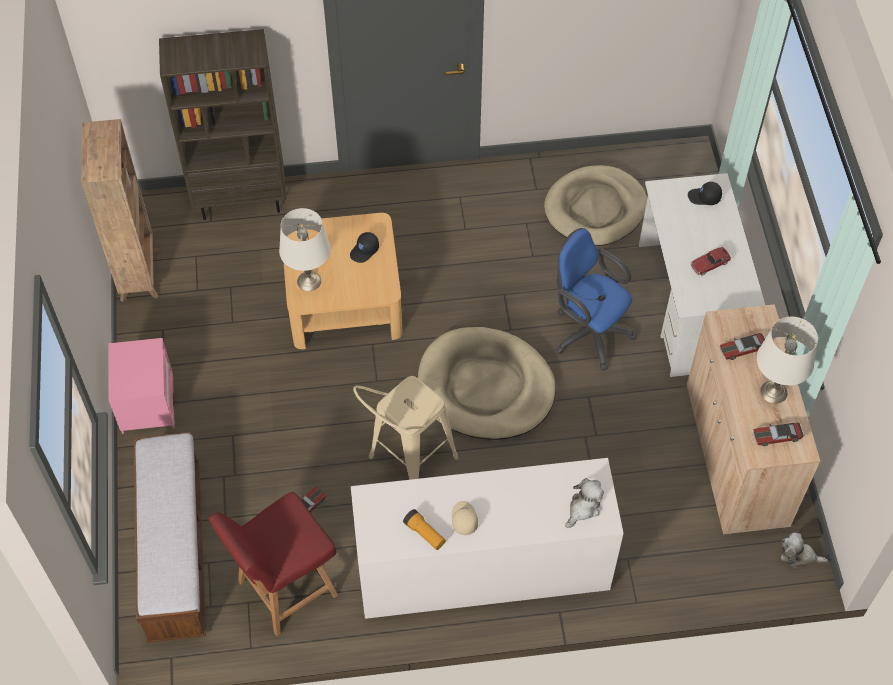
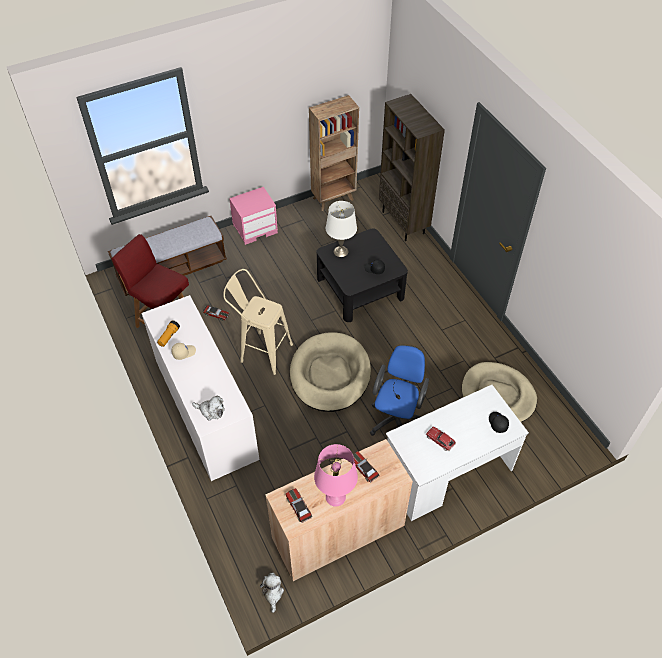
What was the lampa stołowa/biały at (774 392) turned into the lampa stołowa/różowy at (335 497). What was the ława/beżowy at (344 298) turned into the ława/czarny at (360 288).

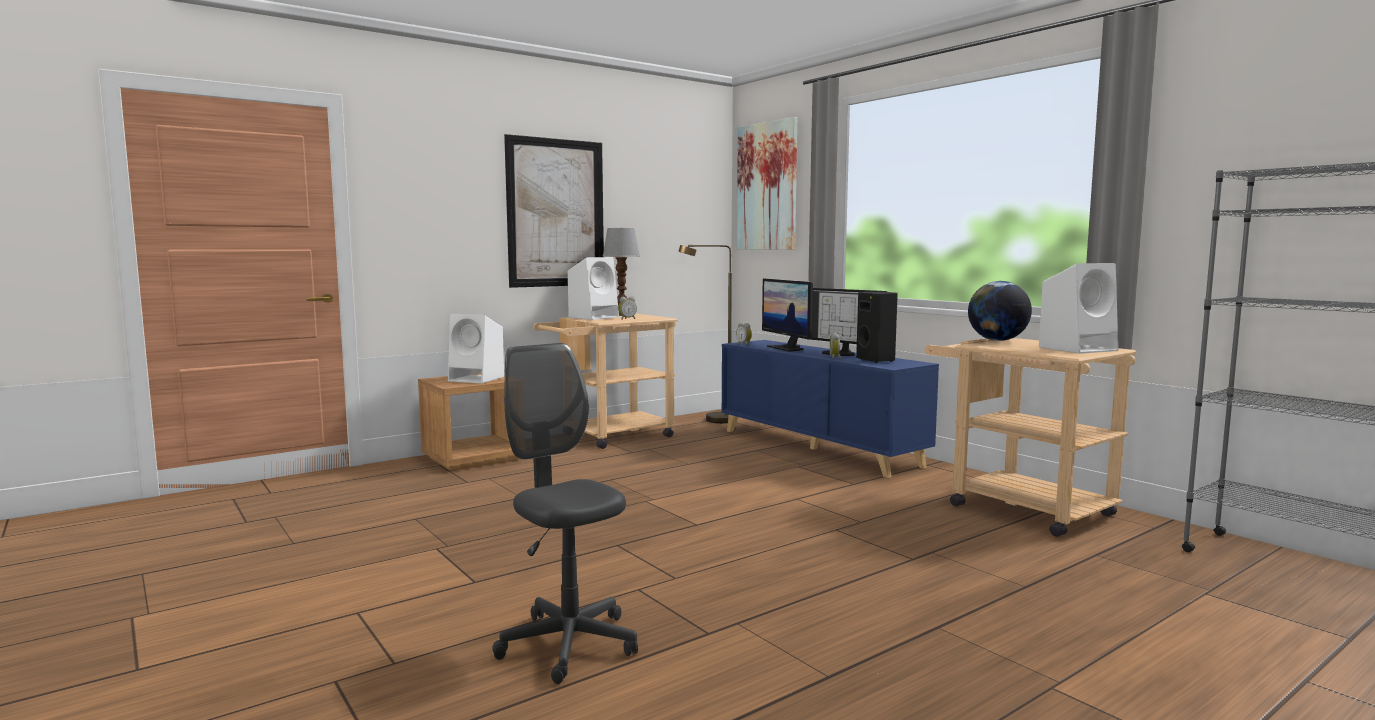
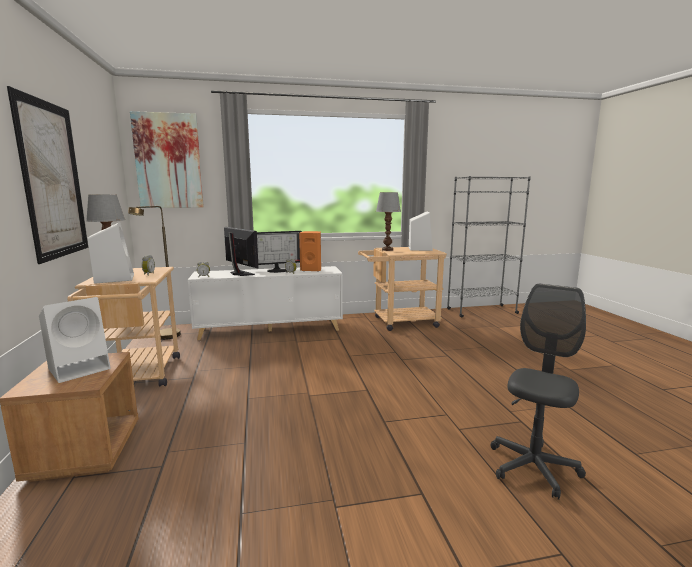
What was the szafka/niebieski at (818 447) turned into the szafka/biały at (270 329). The monitor at (787 348) ended up facing another way, 135 degrees counterclockwise from before. What was the głośnik/czarny at (877 360) turned into the głośnik/pomarańczowy at (311 270). Where the globus stood at (997 340), the lampa stołowa came to stand at (387 250). The krzesło biurowe/szary at (568 644) ended up facing another way, 135 degrees clockwise from before.

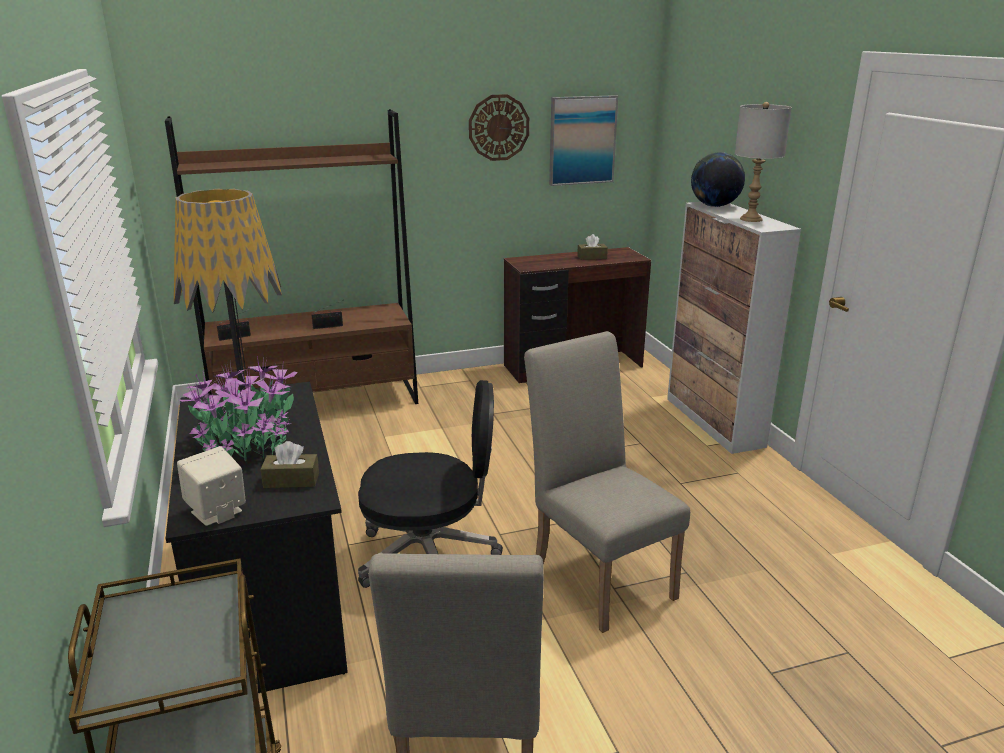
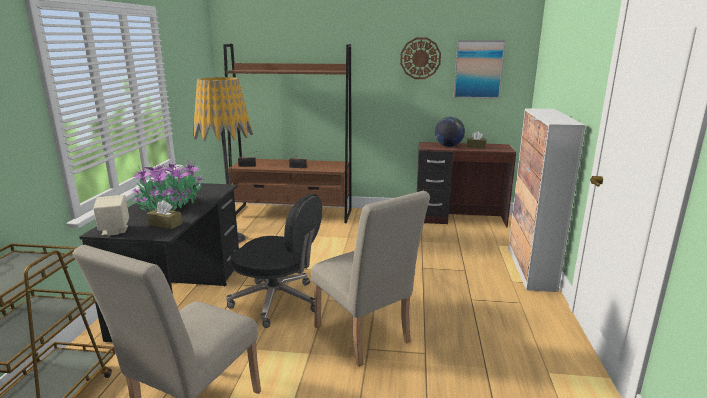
The krzesło/beżowy at (598 574) ended up facing another way, 150 degrees clockwise from before. The globus ended up elsewhere, having gone from (714 206) to (448 146). The second view lost the lampa stołowa/szary at (750 219).

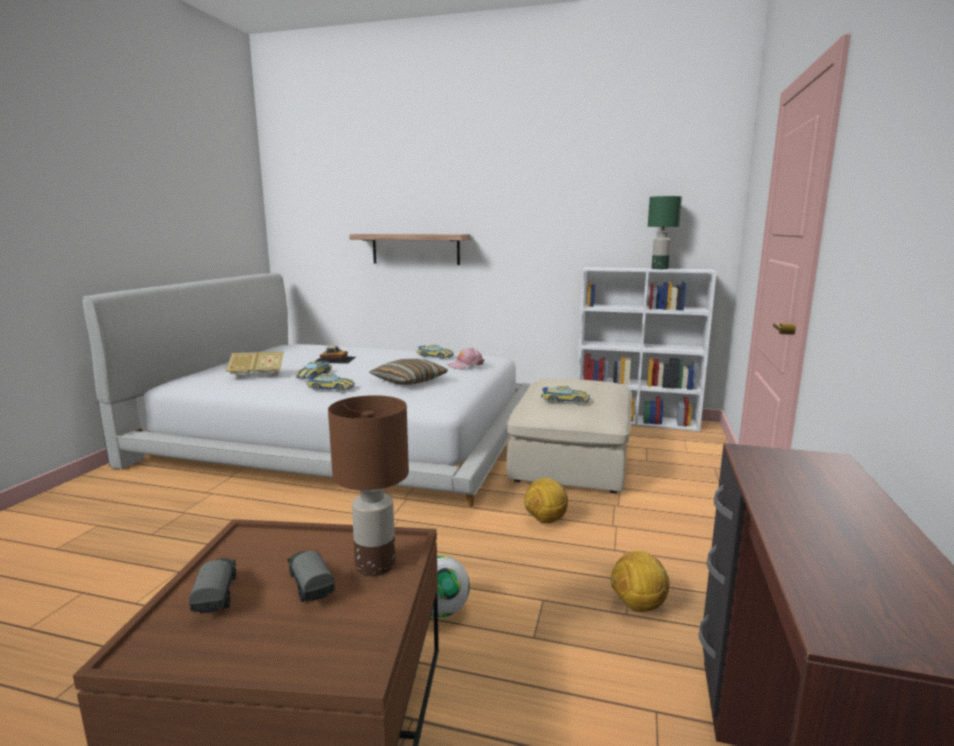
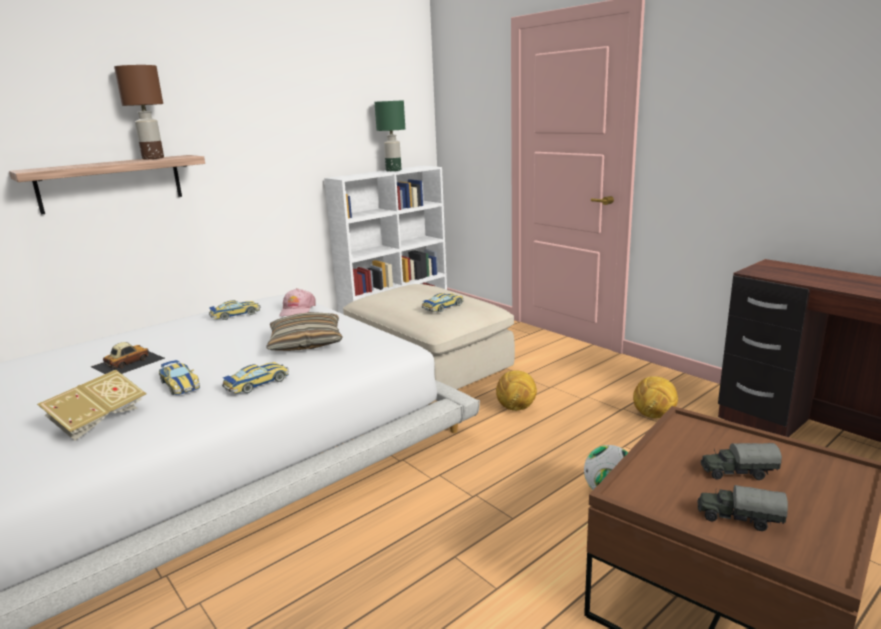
The lampa stołowa/brązowy ended up elsewhere, having gone from (375 564) to (152 158).

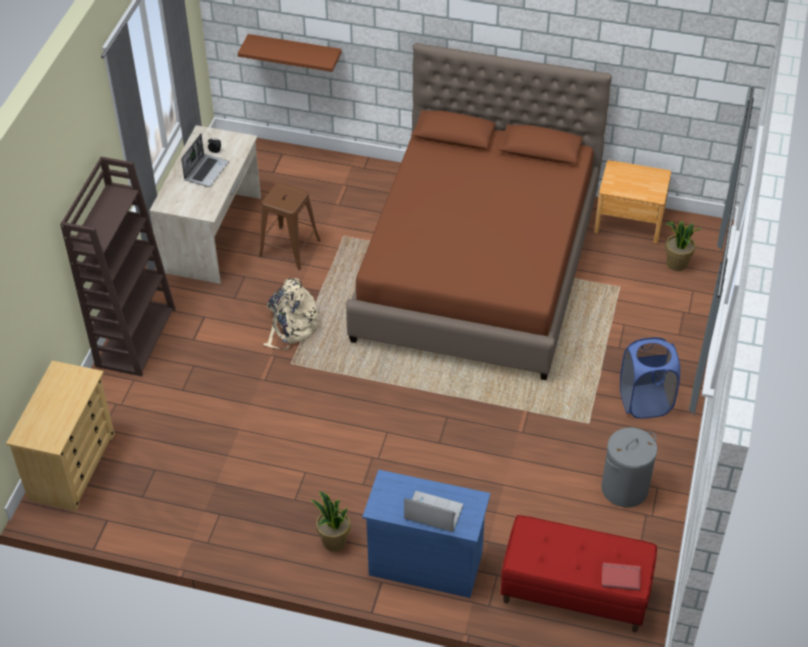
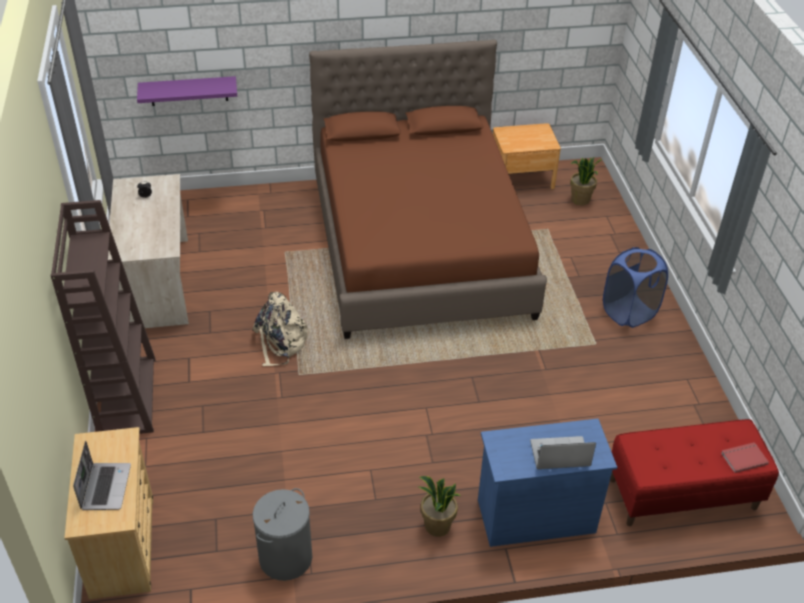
The laptop ended up elsewhere, having gone from (206 171) to (105 486). What was the półka/brązowy at (295 52) turned into the półka/fioletowy at (188 91). The kosz na pranie/szary ended up elsewhere, having gone from (625 488) to (286 557). The second view lost the stołek/brązowy at (289 248).

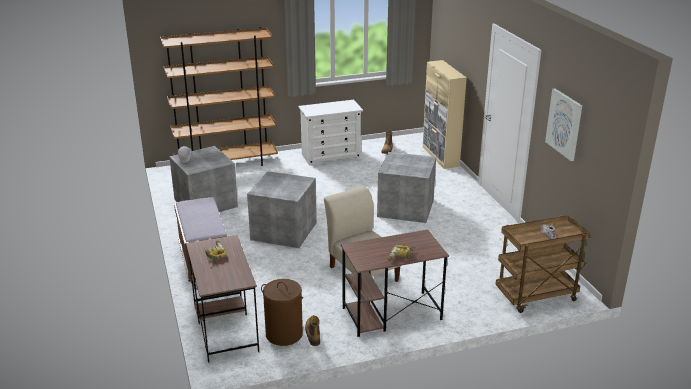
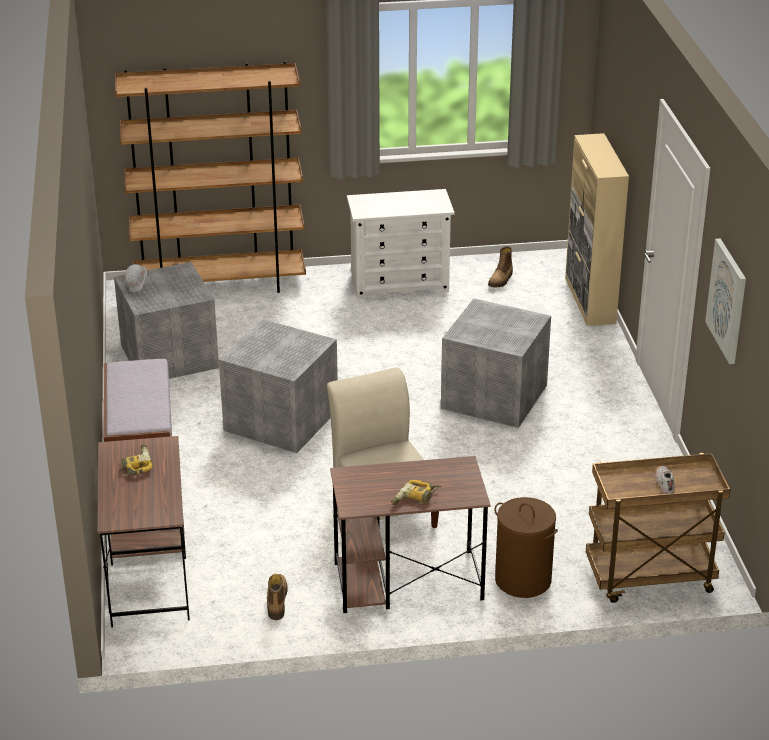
The kosz na pranie/brązowy ended up elsewhere, having gone from (283 334) to (522 580).

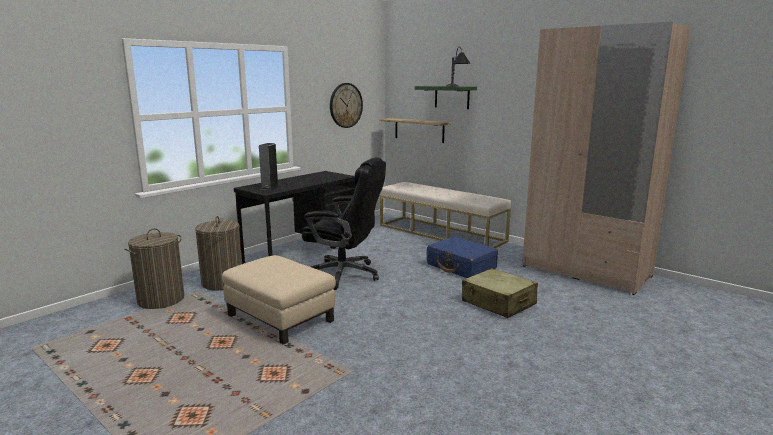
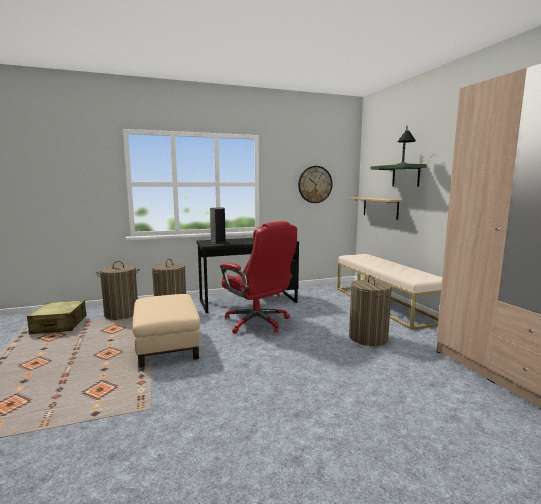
The walizka/beżowy ended up elsewhere, having gone from (498 303) to (59 325). What was the krzesło biurowe/czarny at (344 274) turned into the krzesło biurowe/czerwony at (258 323). Where the walizka/niebieski stood at (461 266), the kosz na pranie came to stand at (368 338).

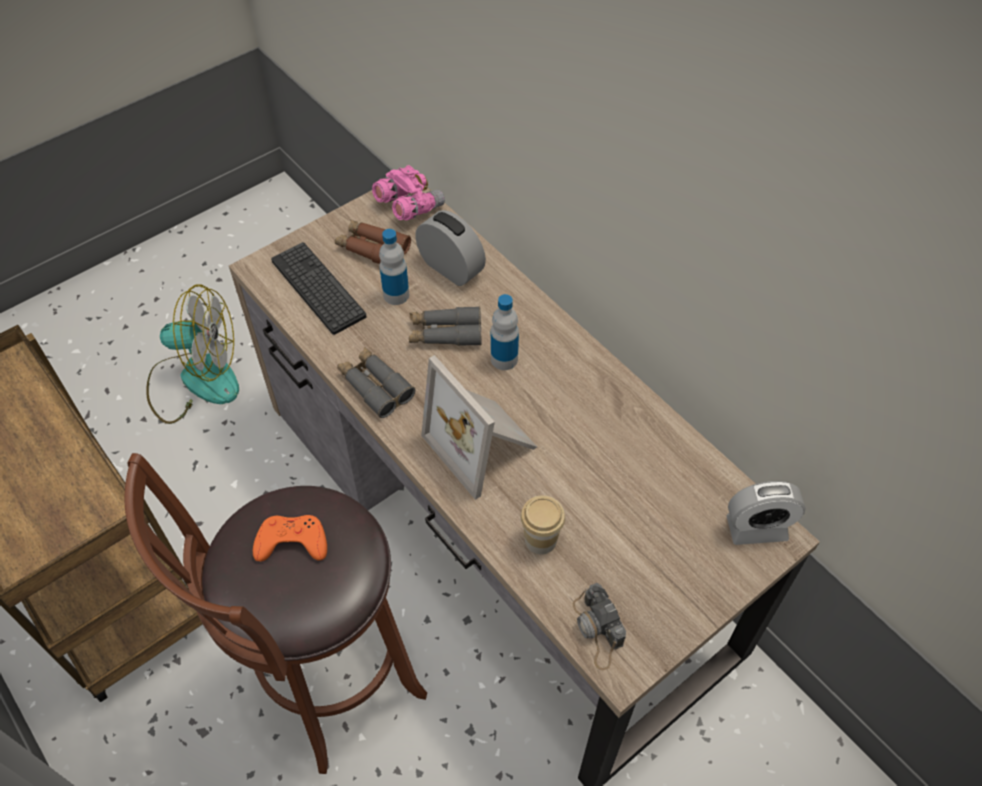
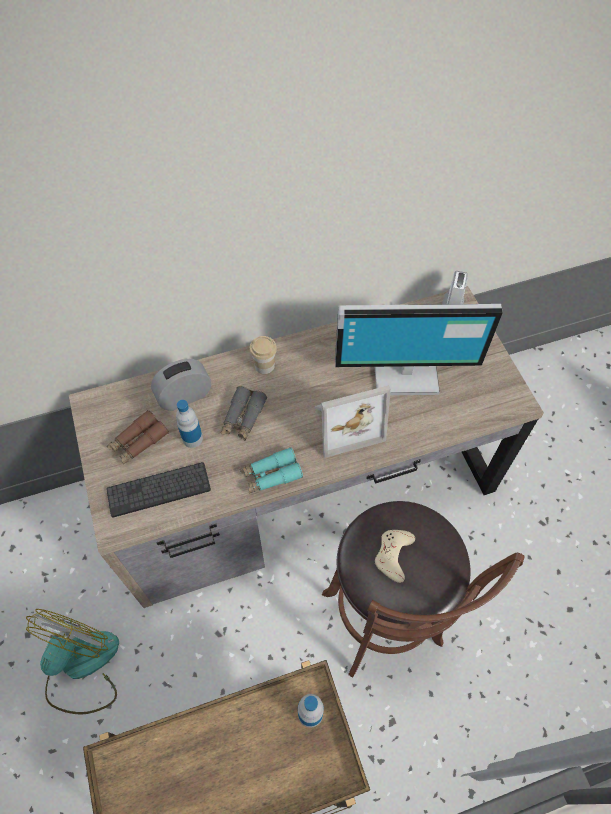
What was the lornetka/szary at (375 386) turned into the lornetka/turkusowy at (271 475). The filiżanka ended up elsewhere, having gone from (540 539) to (264 365). The butelka ended up elsewhere, having gone from (504 359) to (310 713). The second view gained the monitor at (405 372). What was the pad do gier/pomarańczowy at (292 542) turned into the pad do gier/beżowy at (393 555). The second view lost the lornetka/różowy at (408 206). The second view lost the aparat fotograficzny at (597 630).

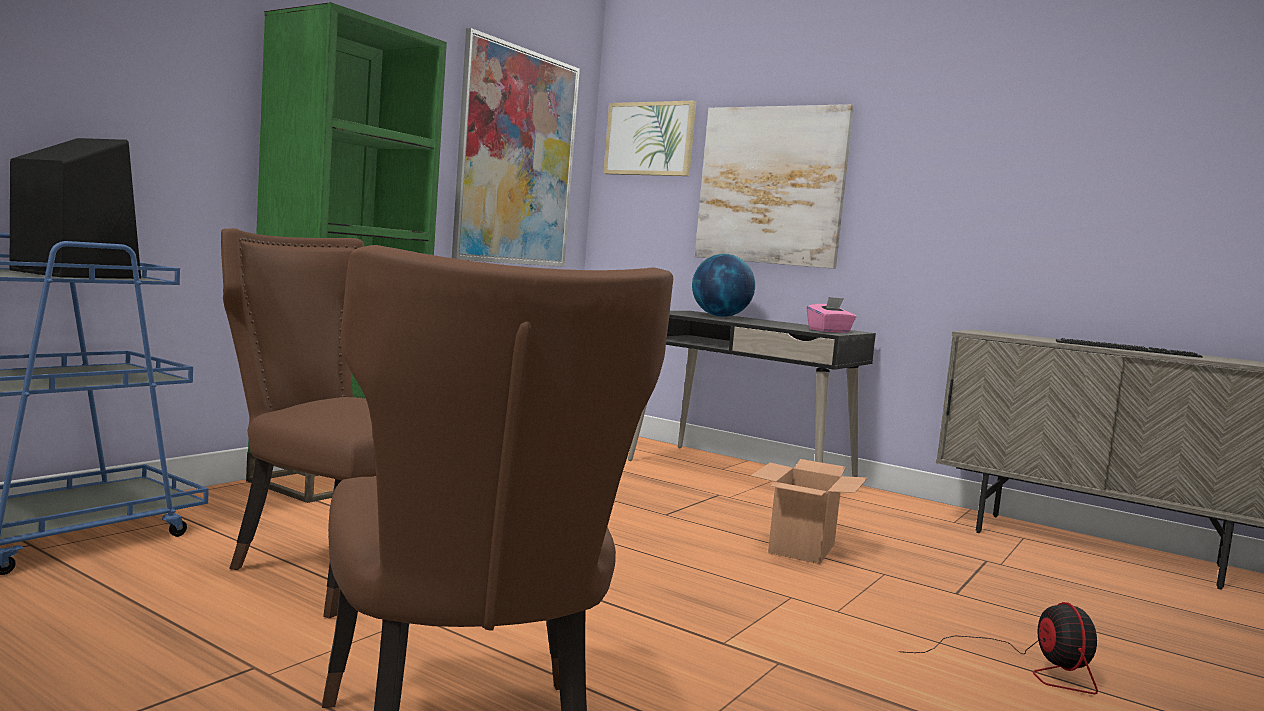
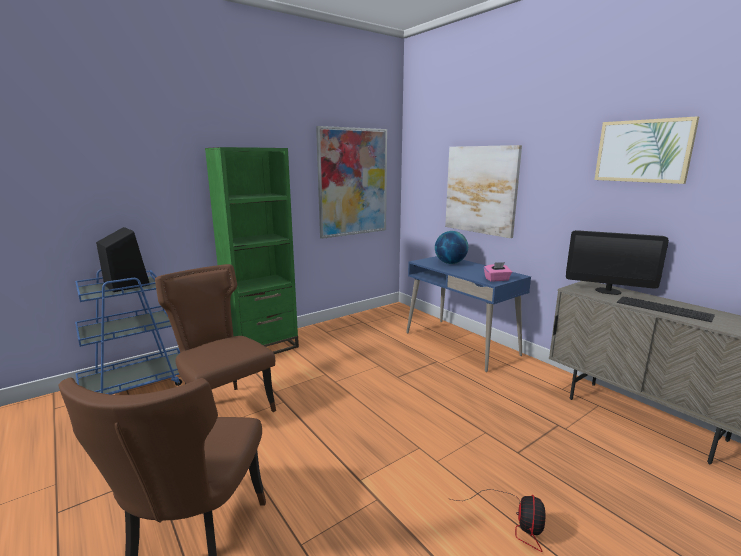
What was the biurko/czarny at (741 473) turned into the biurko/niebieski at (461 343). The second view gained the monitor at (608 291). The obraz ended up elsewhere, having gone from (649 139) to (643 151). The second view lost the karton at (802 549).

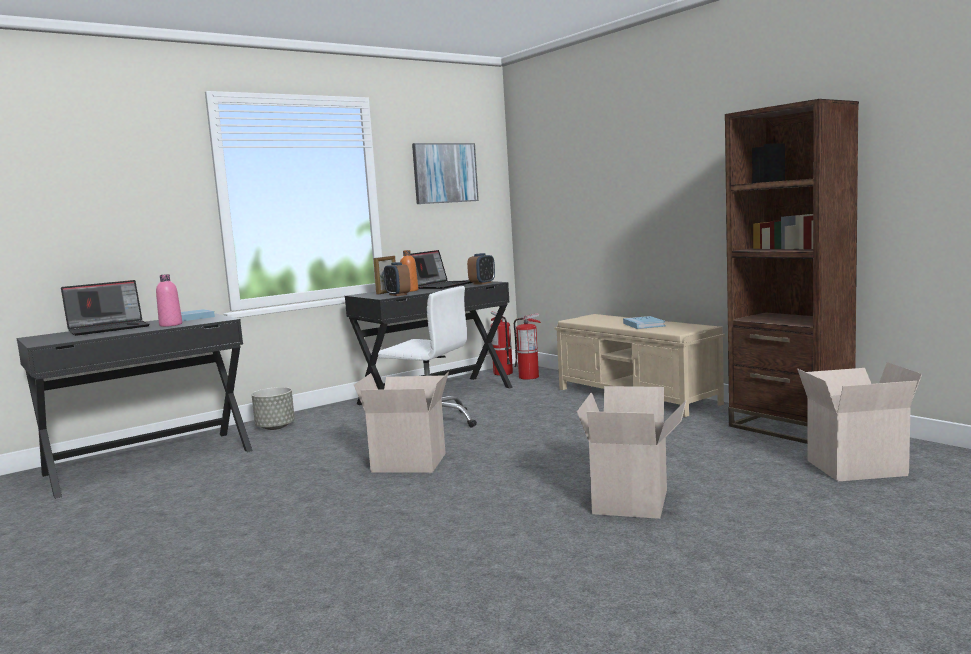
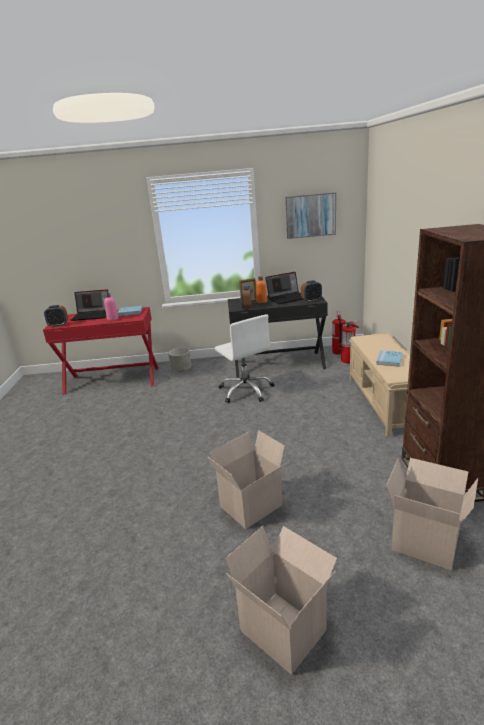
What was the biurko/czarny at (149 462) turned into the biurko/czerwony at (112 380). The second view gained the budzik at (58 325). The karton ended up elsewhere, having gone from (411 462) to (285 629).

